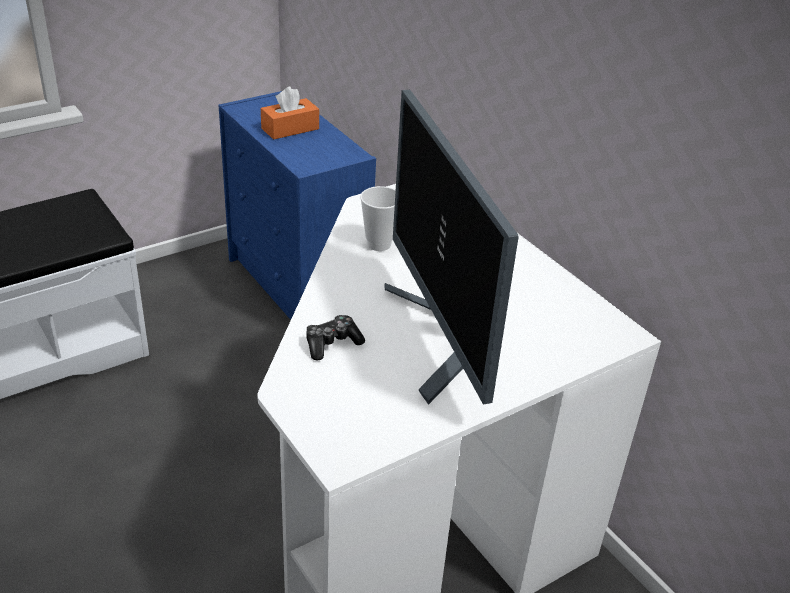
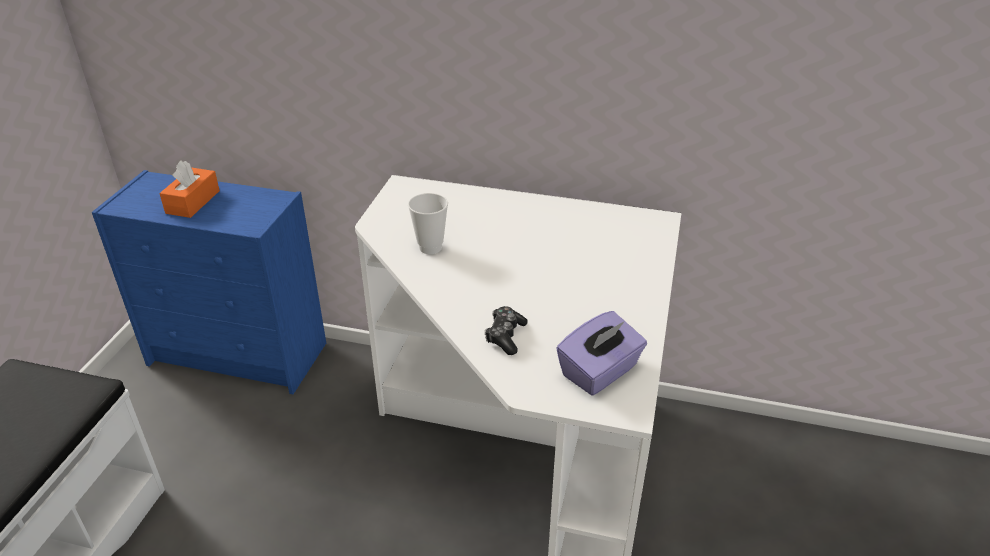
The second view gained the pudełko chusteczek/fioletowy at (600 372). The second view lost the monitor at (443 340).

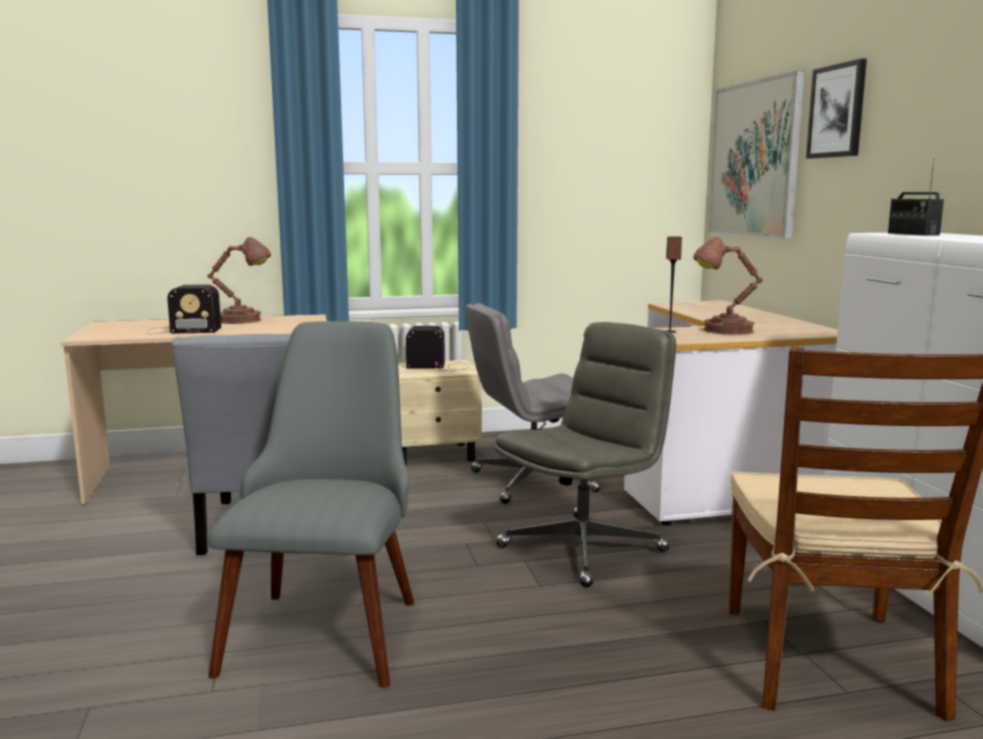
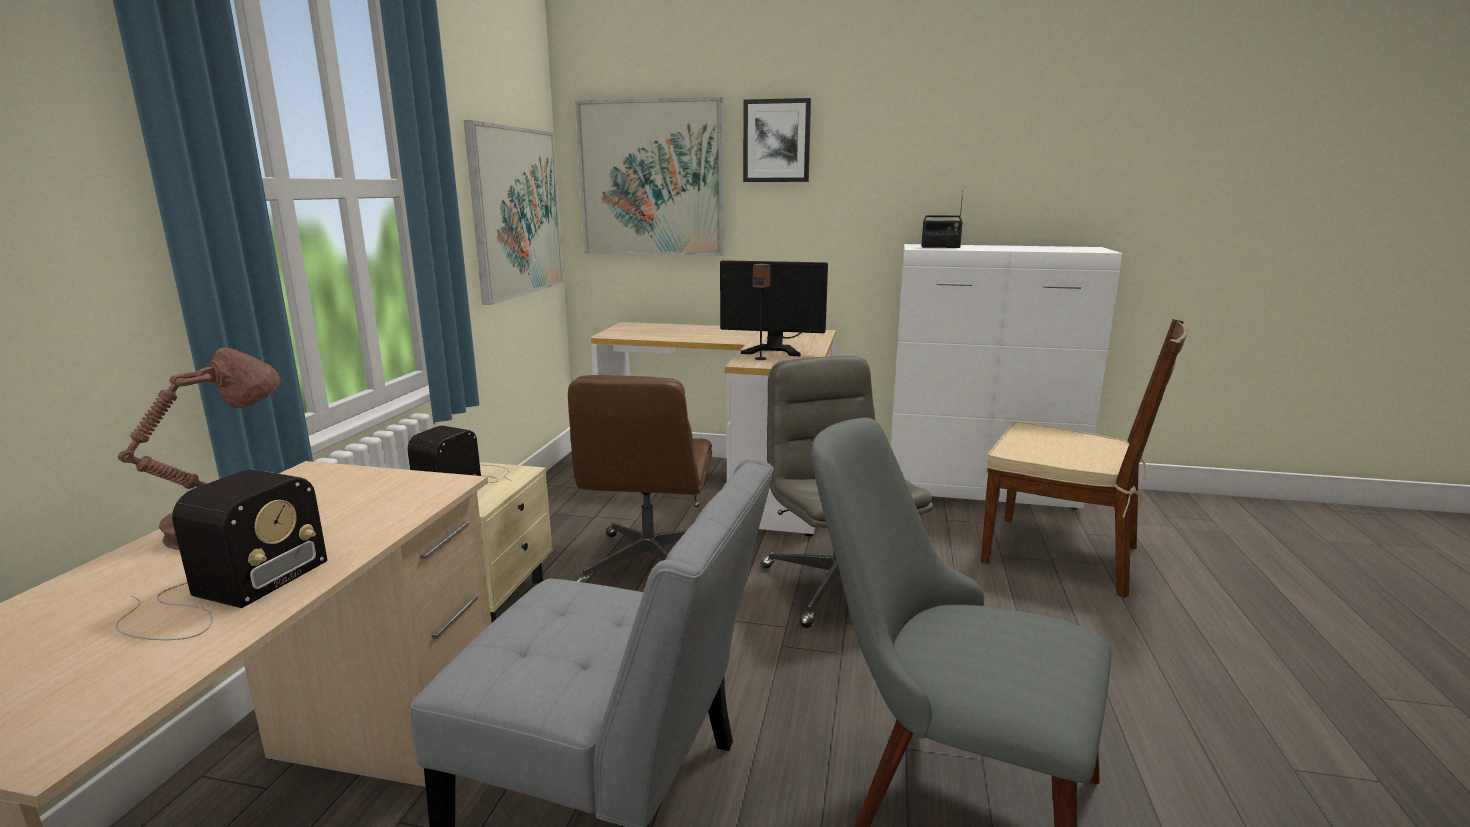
The second view gained the obraz at (516 212). What was the krzesło biurowe/szary at (531 482) turned into the krzesło biurowe/brązowy at (649 564). Where the lampa stołowa/brązowy stood at (724 331), the monitor came to stand at (776 347).

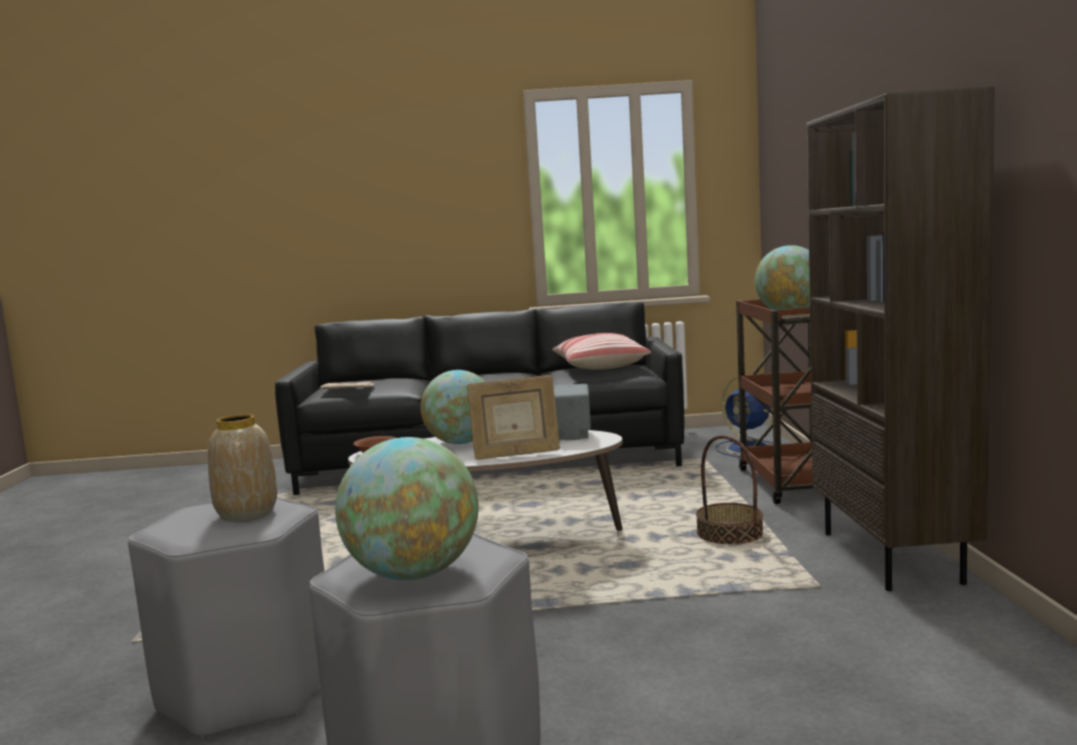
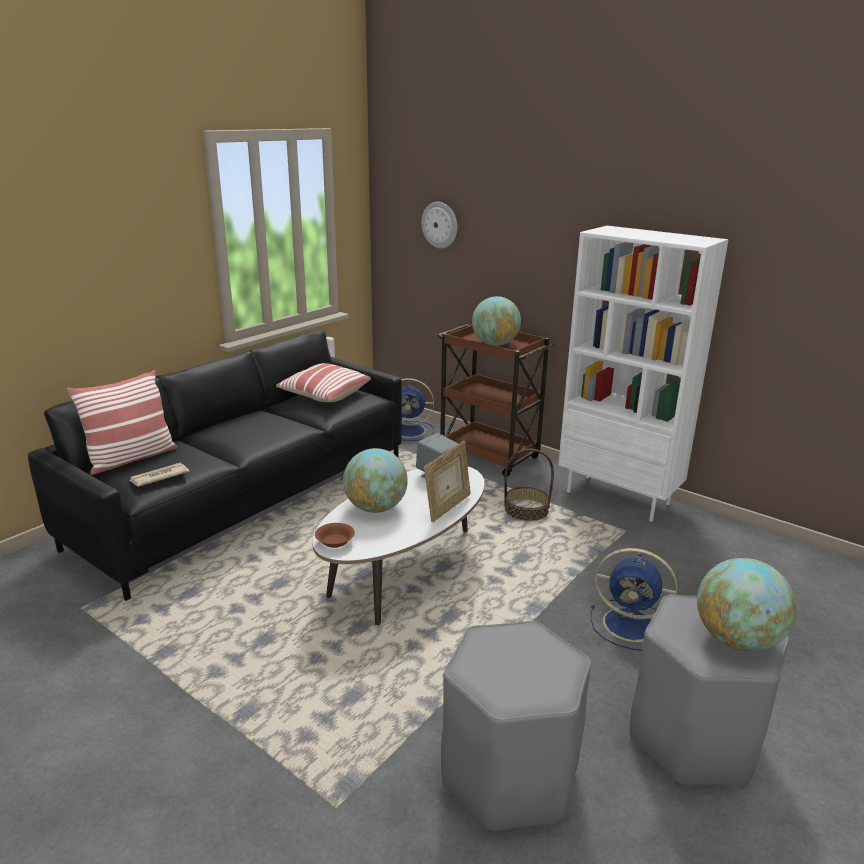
The second view gained the poduszka at (131 458). The second view gained the zegar ścienny at (440 225). What was the regał/brązowy at (893 557) turned into the regał/biały at (619 497). The second view gained the wentylator/niebieski at (632 625). The second view lost the wazon at (246 514).

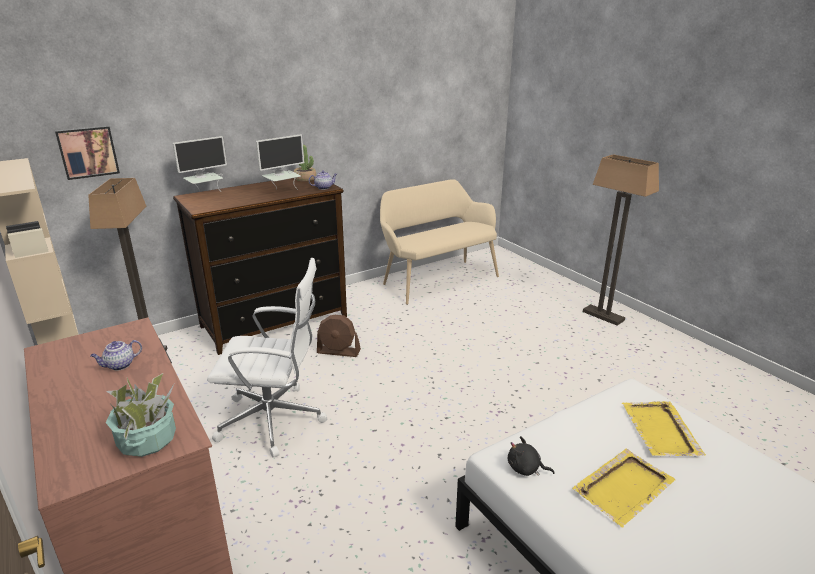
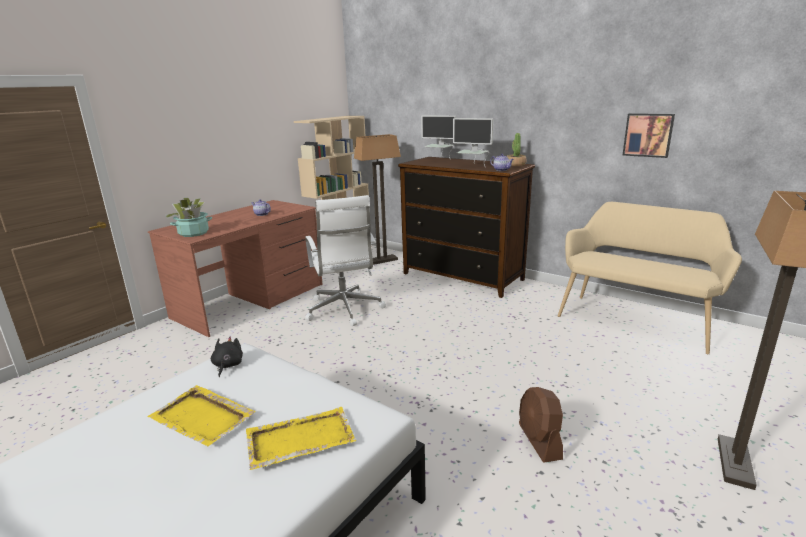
The wentylator/brązowy ended up elsewhere, having gone from (339 351) to (539 441). The obraz ended up elsewhere, having gone from (88 152) to (648 135).

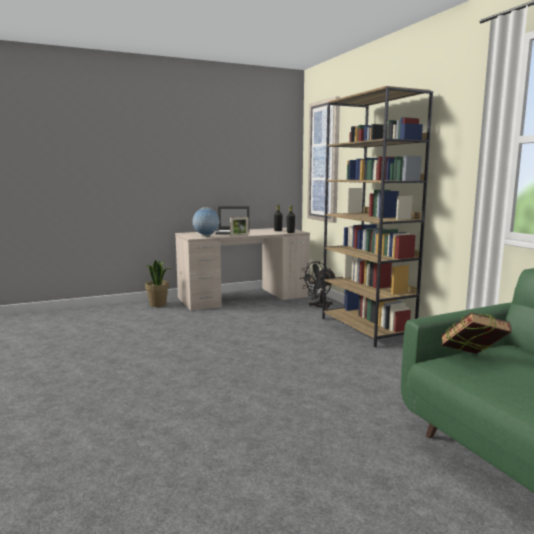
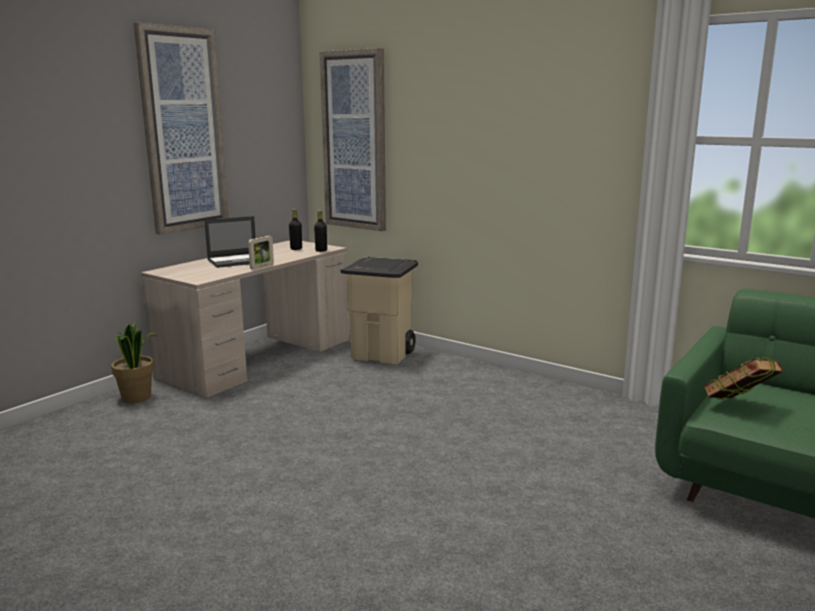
The second view gained the obraz at (183 131). Where the wentylator/czarny stood at (319 307), the kosz na śmieci/beżowy came to stand at (383 354). The second view lost the globus at (206 236). The second view lost the regał/brązowy at (367 328).

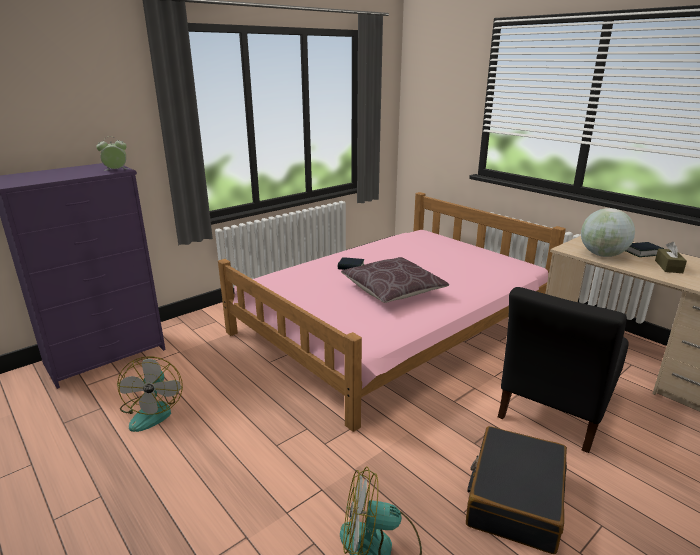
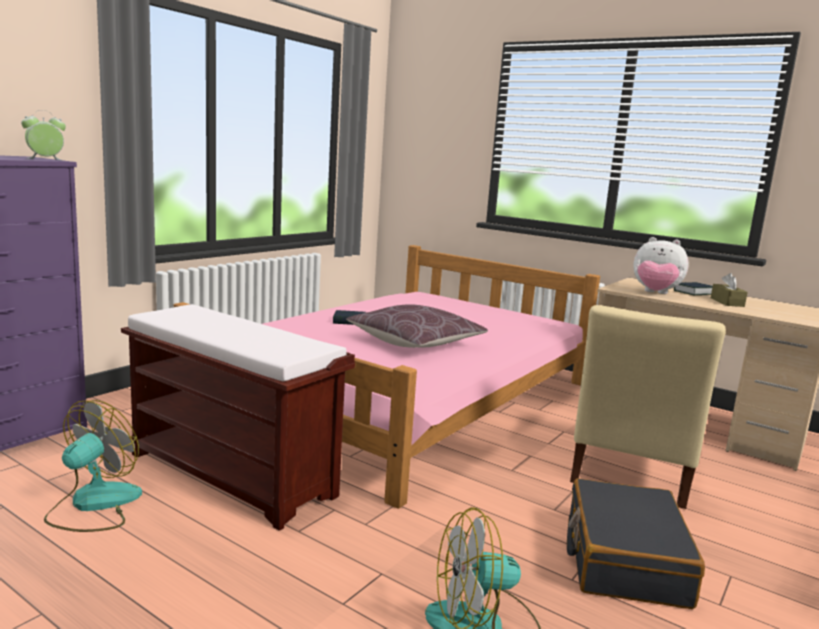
The wentylator at (153 411) ended up facing another way, 135 degrees counterclockwise from before. The second view gained the ławka/brązowy at (234 474). What was the krzesło/czarny at (554 408) turned into the krzesło/beżowy at (629 470). Where the globus stood at (602 255), the pluszak came to stand at (655 293).

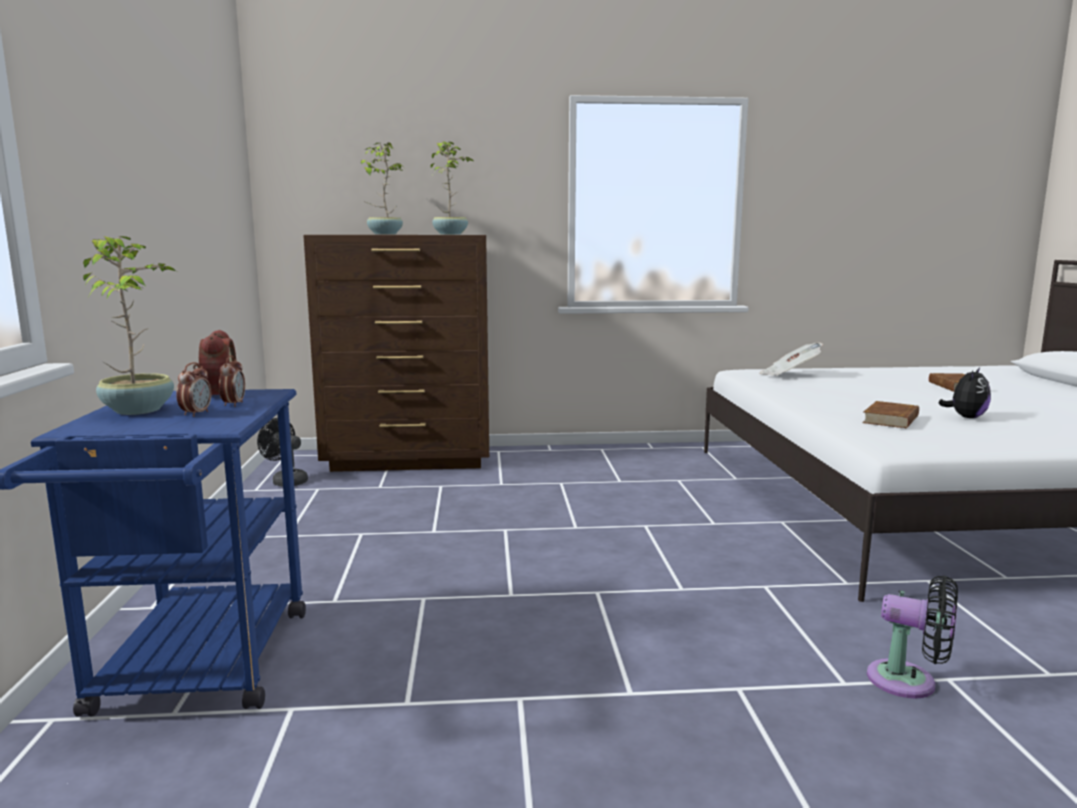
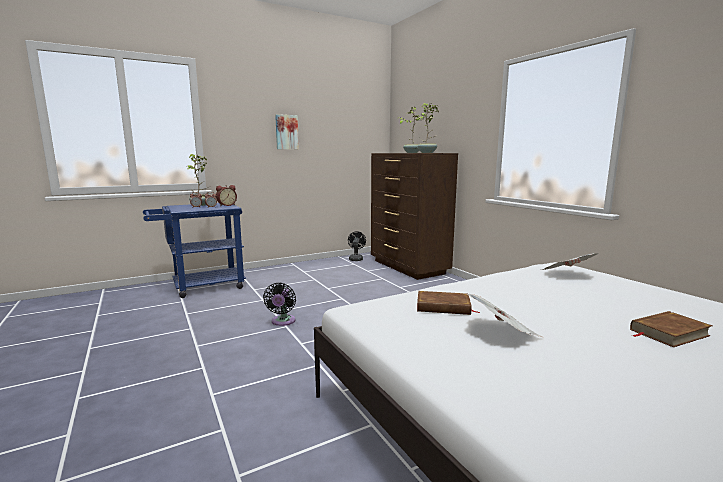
The wentylator/czarny ended up elsewhere, having gone from (909 682) to (282 322). The second view gained the obraz at (286 132). Where the pluszak stood at (966 417), the gazeta came to stand at (502 333).

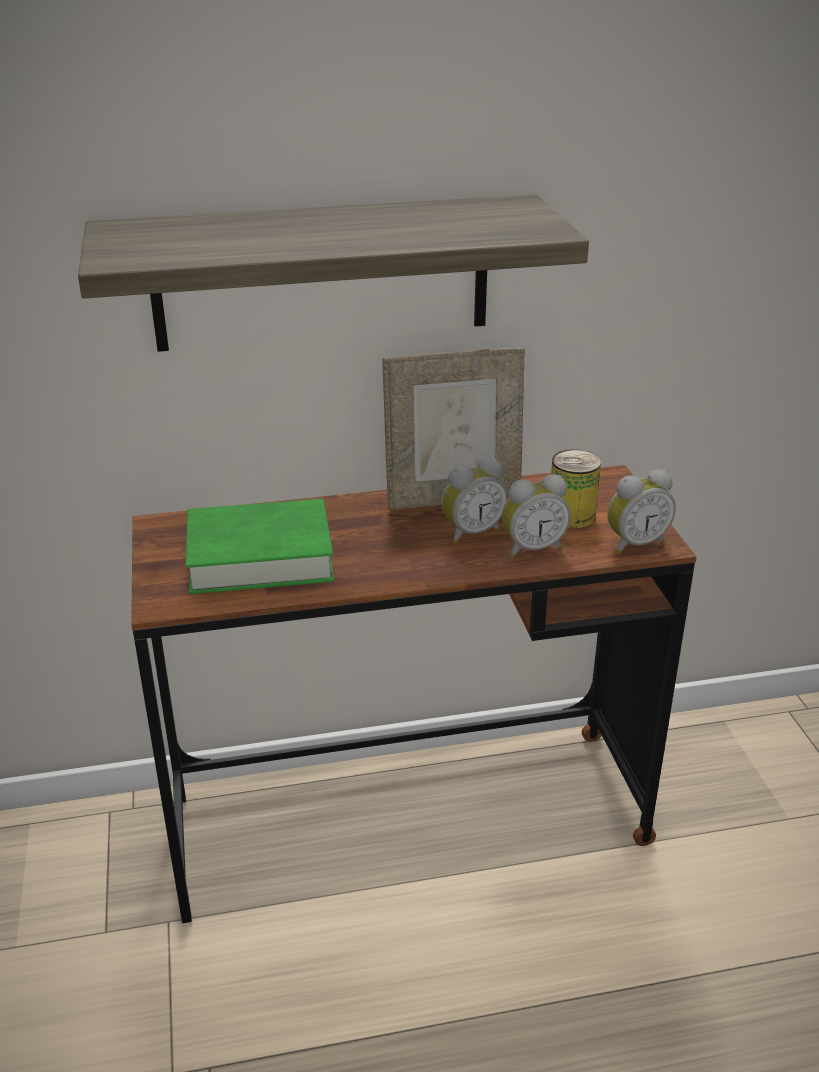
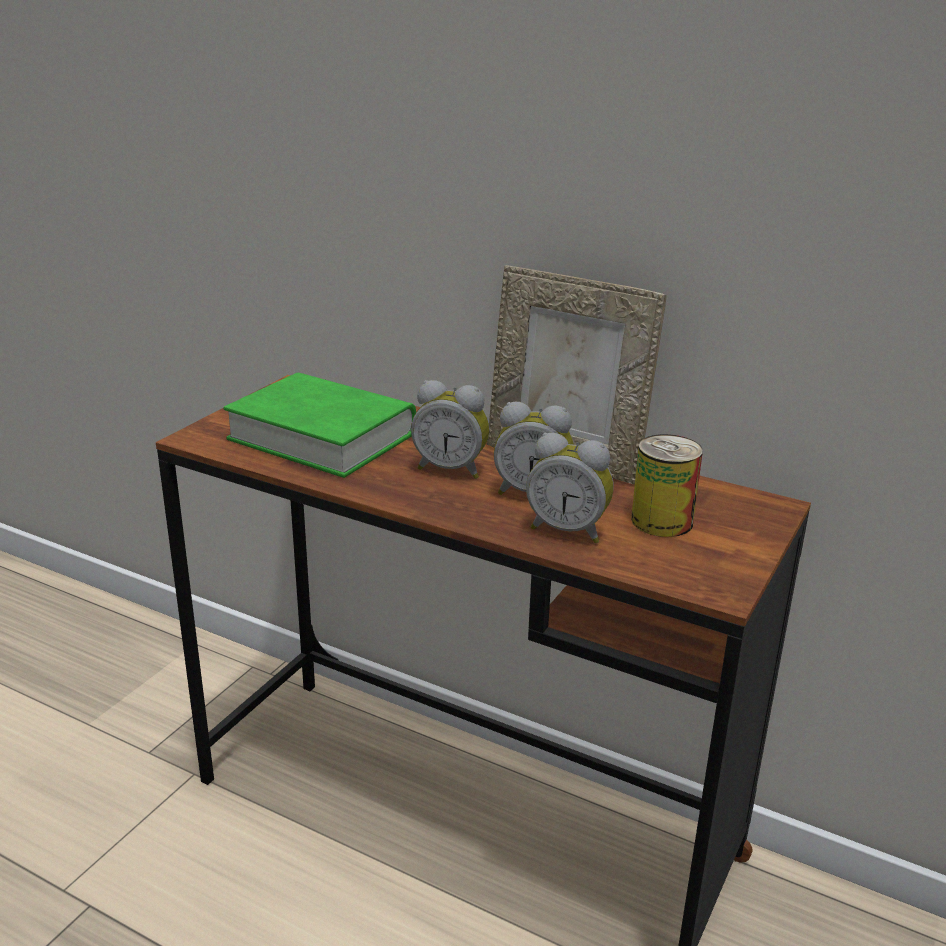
The budzik ended up elsewhere, having gone from (634 543) to (451 469). The second view lost the półka at (322 273).

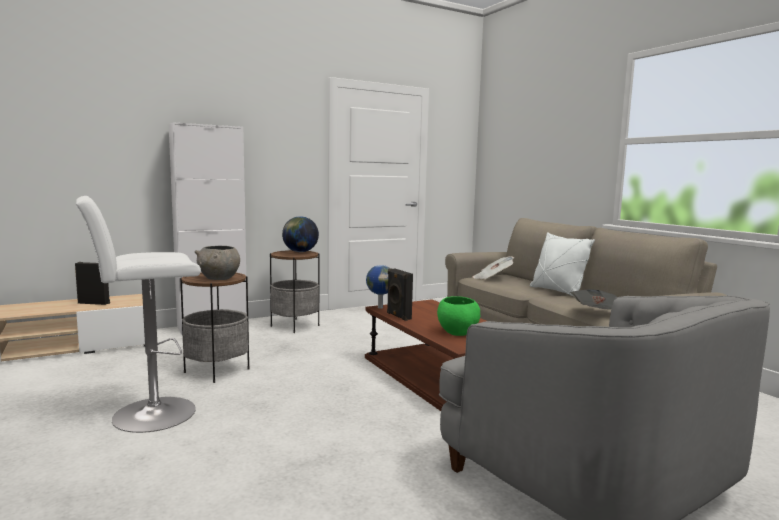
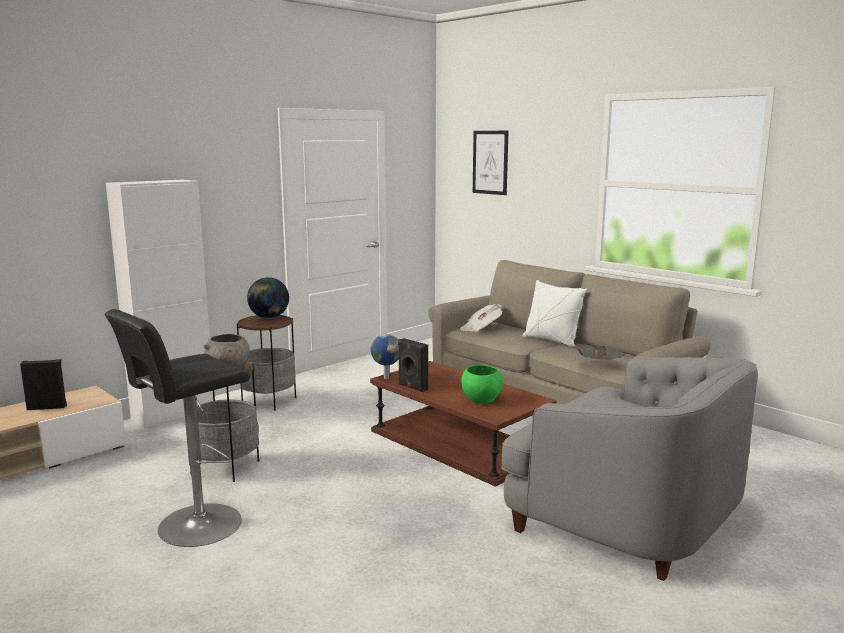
What was the stołek/biały at (147 415) turned into the stołek/czarny at (194 527). The second view gained the obraz at (490 162).

